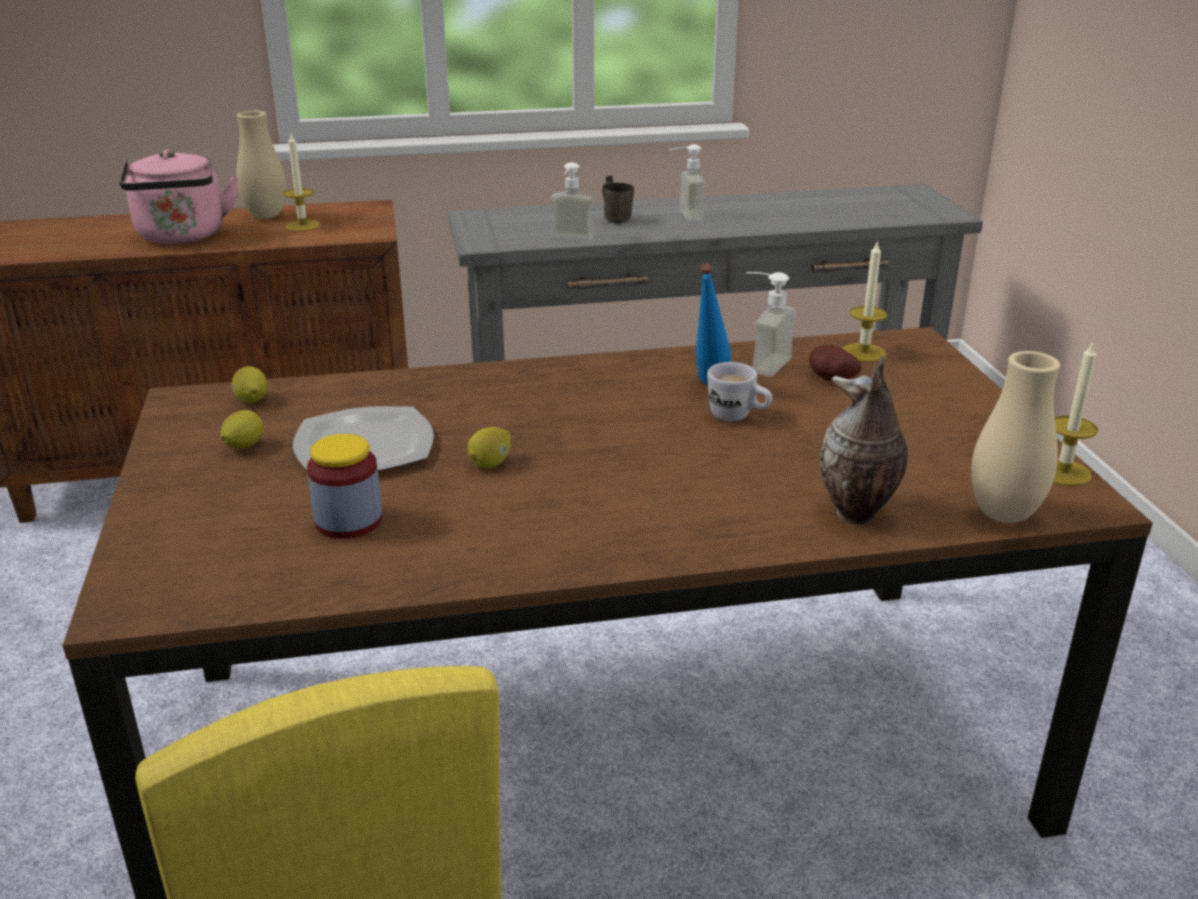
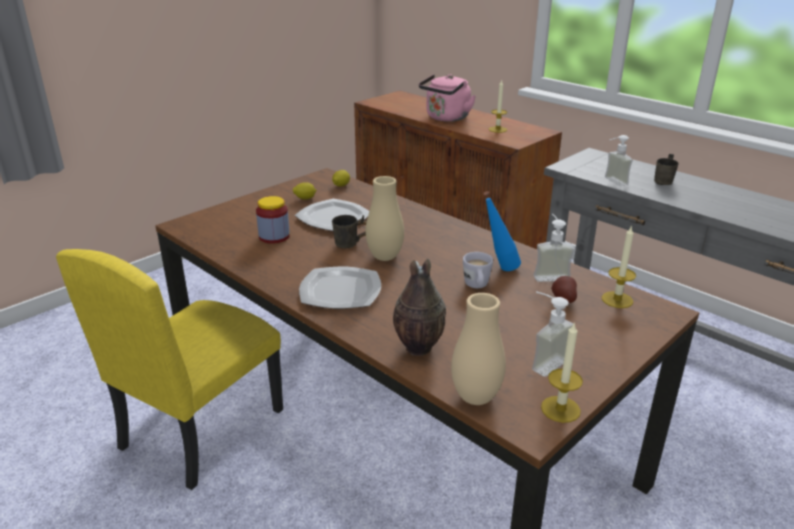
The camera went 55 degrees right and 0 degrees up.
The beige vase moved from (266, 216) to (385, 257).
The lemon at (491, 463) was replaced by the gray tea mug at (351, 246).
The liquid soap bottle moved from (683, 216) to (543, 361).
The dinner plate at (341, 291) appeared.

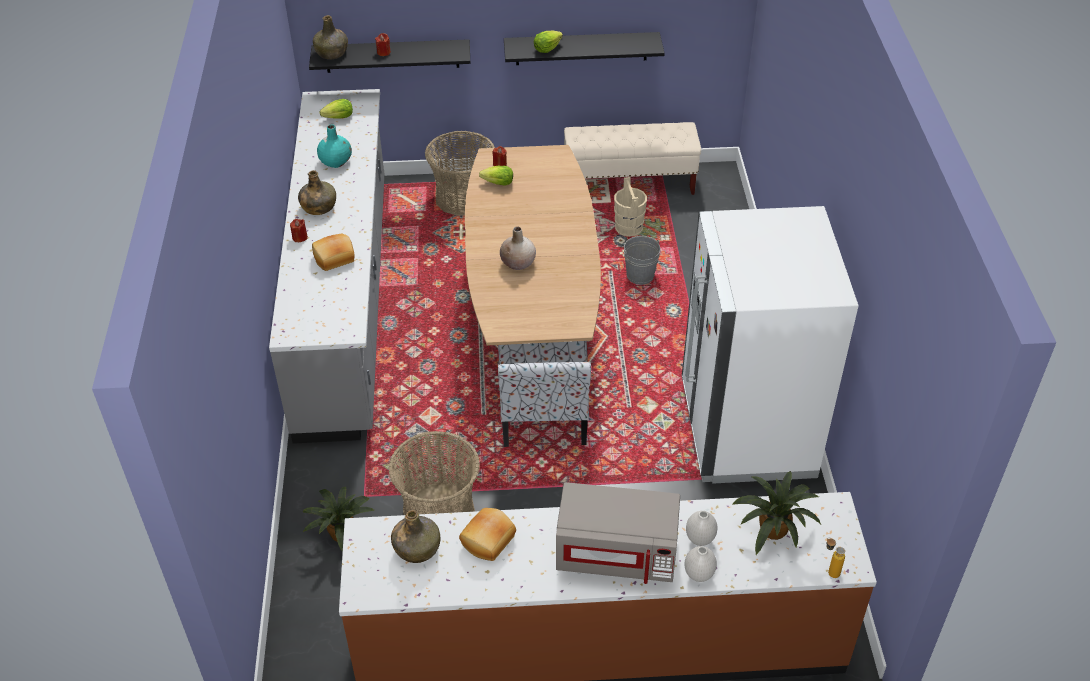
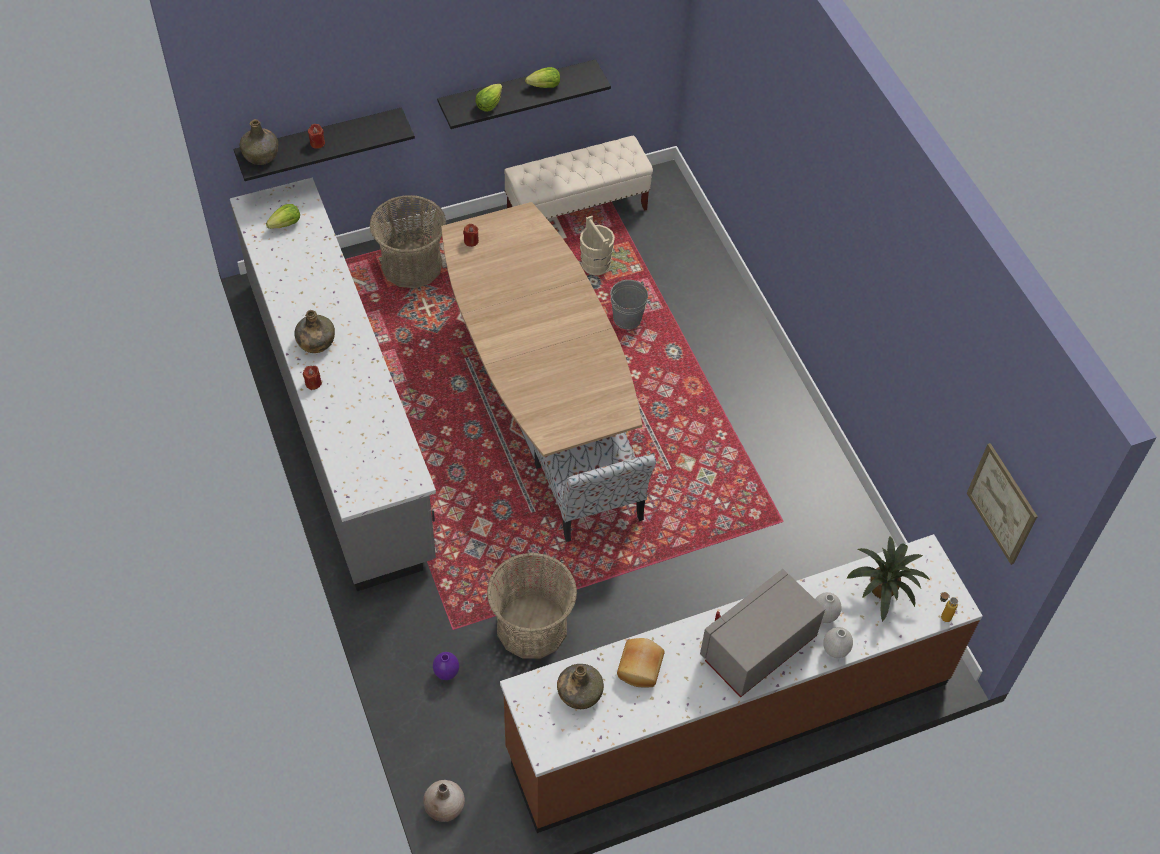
The camera went 20 degrees left and 10 degrees up.
The potted plant at (340, 533) was replaced by the purple-coloured vase at (446, 673).
The bakery bread at (334, 258) disappeared.
The turquoise-coloured vase at (336, 161) disappeared.
The head of lettuce moved from (498, 183) to (544, 86).
The beige vase moved from (518, 263) to (445, 807).
The gray kitchen microwave at (617, 553) turned 150 degrees clockwise.
The whitish refrigerator at (746, 429) disappeared.
The picture at (1002, 503) appeared.

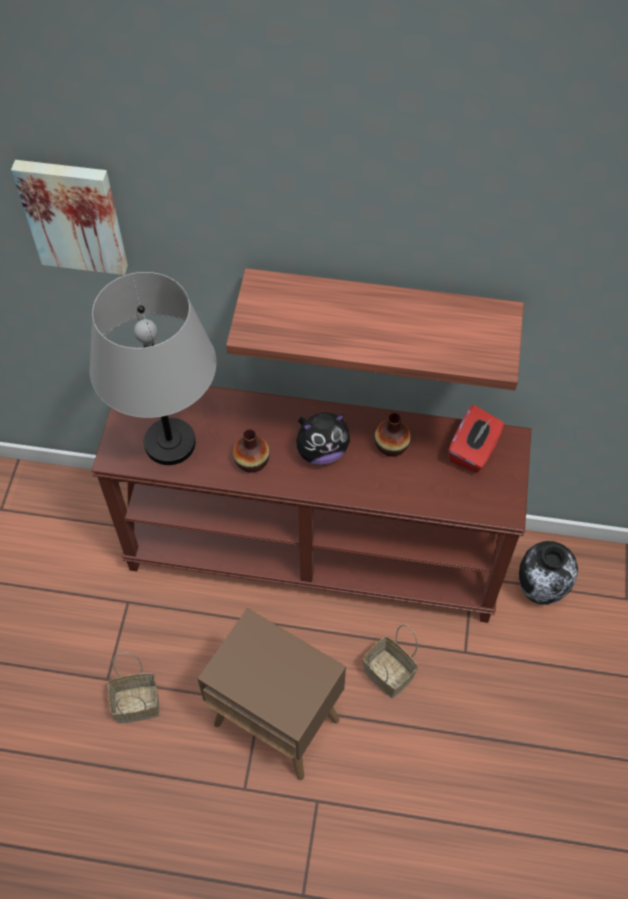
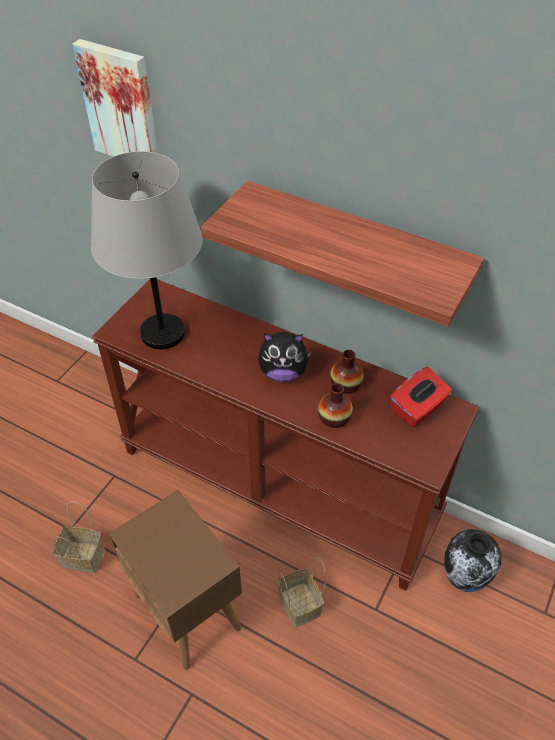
The camera went 20 degrees right and 10 degrees down.
The vase moved from (252, 461) to (334, 418).

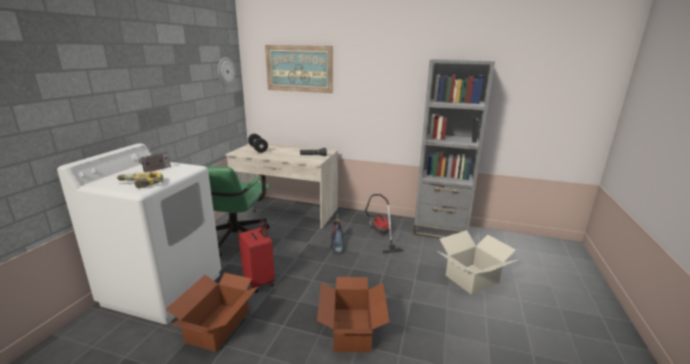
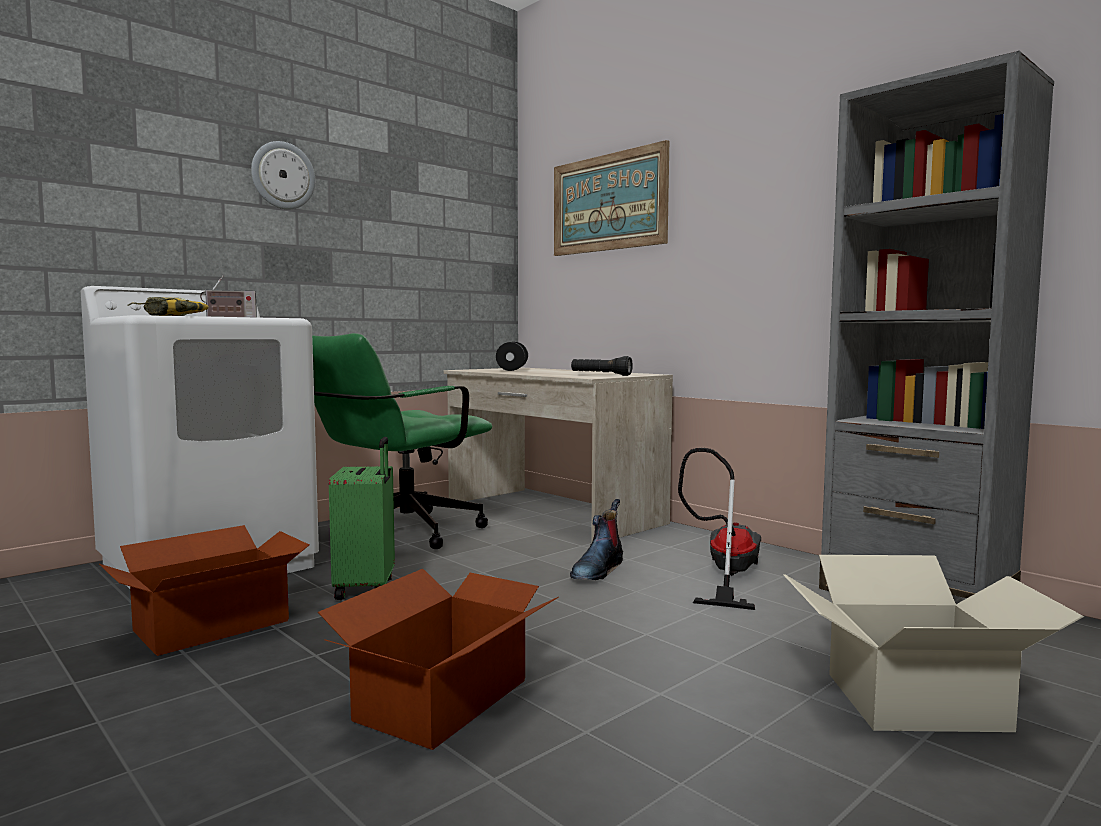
The camera went 30 degrees right and 15 degrees down.
The clock on the wall moved from (225, 71) to (283, 176).
The red-coloured piece of luggage at (260, 281) became the green-coloured piece of luggage at (367, 588).

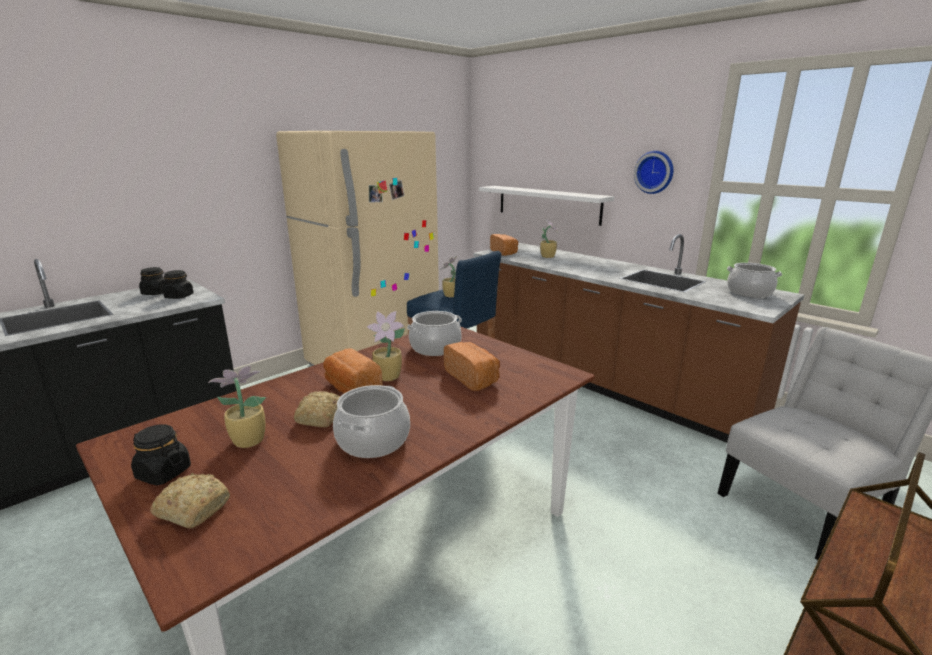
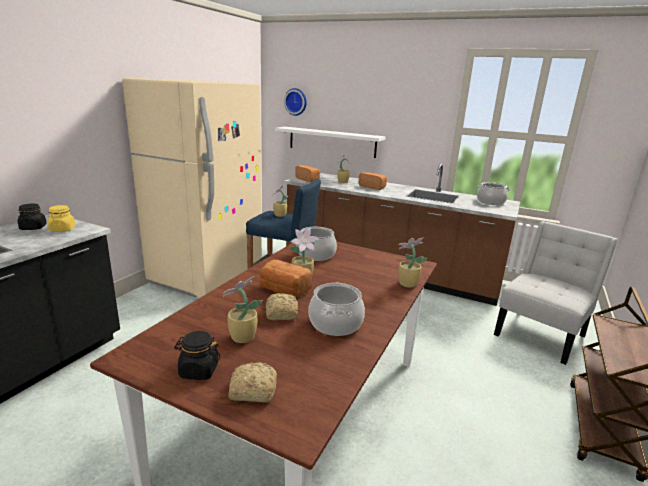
The camera went 20 degrees left and 0 degrees up.
The blackish jar at (179, 296) became the yellow-coloured jar at (62, 229).
The bakery bread moved from (472, 378) to (373, 187).
The clock on the wall moved from (654, 172) to (296, 102).
The potted plant at (406, 284) appeared.

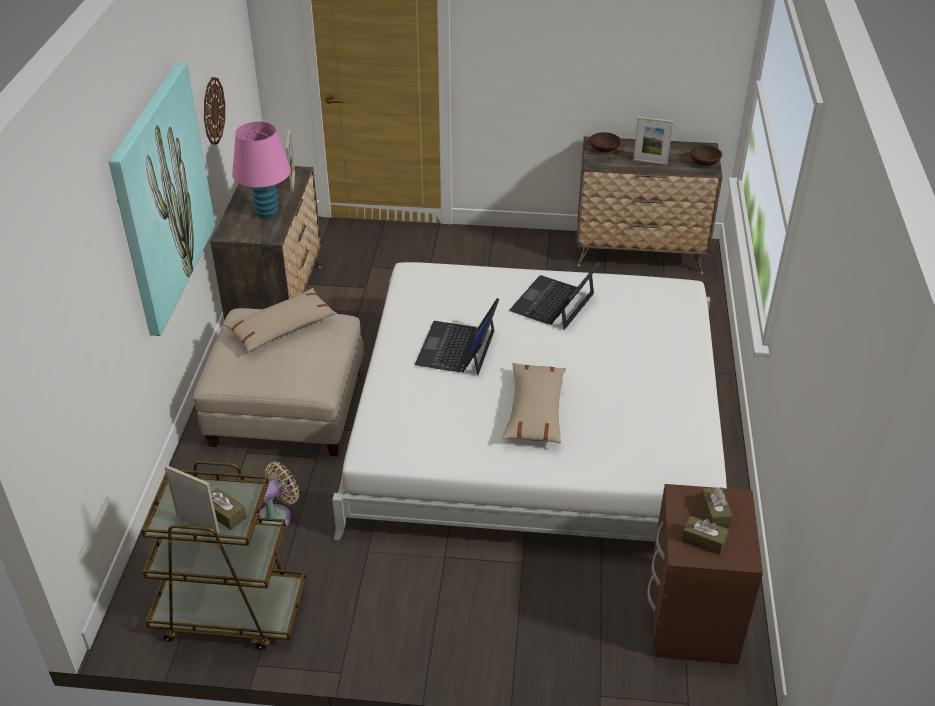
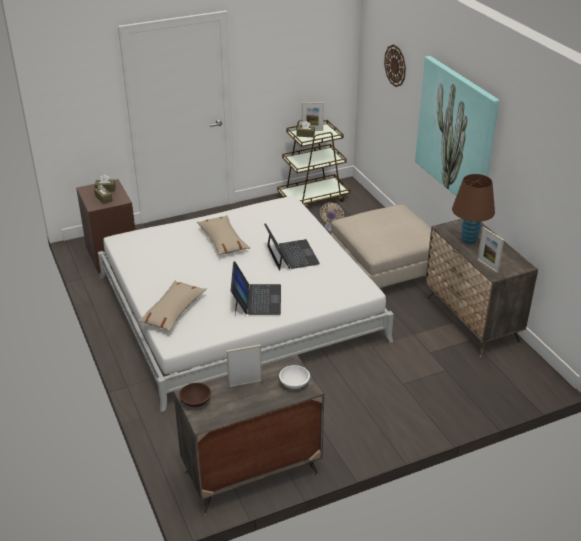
The camera went 150 degrees right and 5 degrees down.
The clock on the wall moved from (213, 111) to (395, 65).
The beige cushion moved from (282, 328) to (173, 311).
The pinkish table lamp at (267, 213) became the brown table lamp at (469, 240).
The brown bowl at (604, 149) became the whitish bowl at (293, 383).

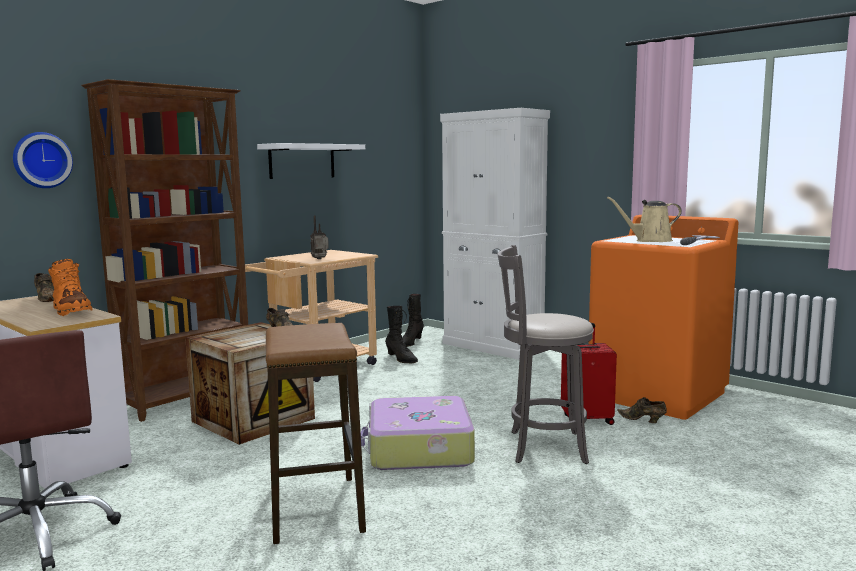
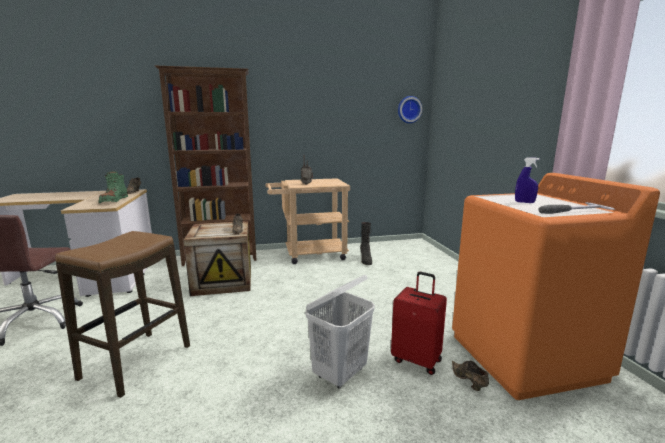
The camera went 35 degrees right and 5 degrees up.
The clock on the wall moved from (41, 160) to (409, 109).
The orangey boot at (71, 311) became the green-coloured boot at (114, 201).
The whitish wall shelf at (302, 161) disappeared.
The piece of luggage at (418, 449) disappeared.
The blackish boot at (410, 343) disappeared.
The whitish cabinet at (493, 346) disappeared.
The gray sitting stool at (542, 447) was replaced by the whitish laundry basket at (340, 373).
The beige watering pot at (650, 241) was replaced by the bluish spray bottle at (524, 202).

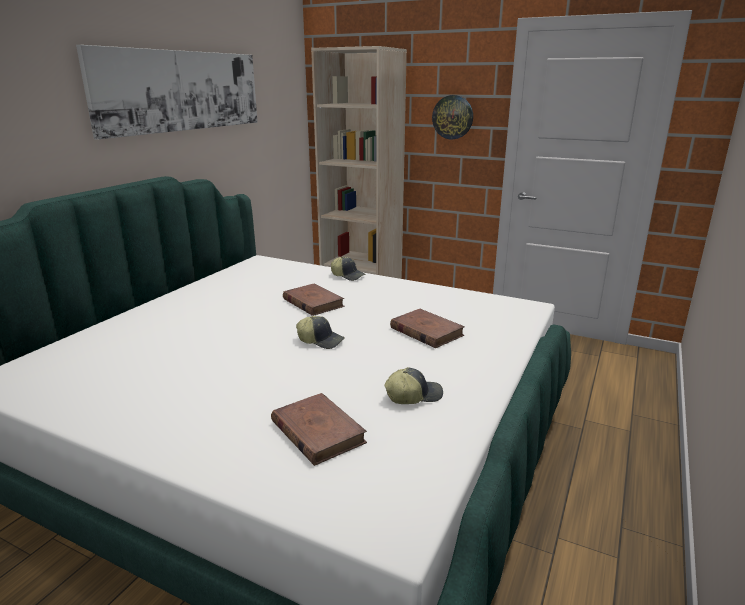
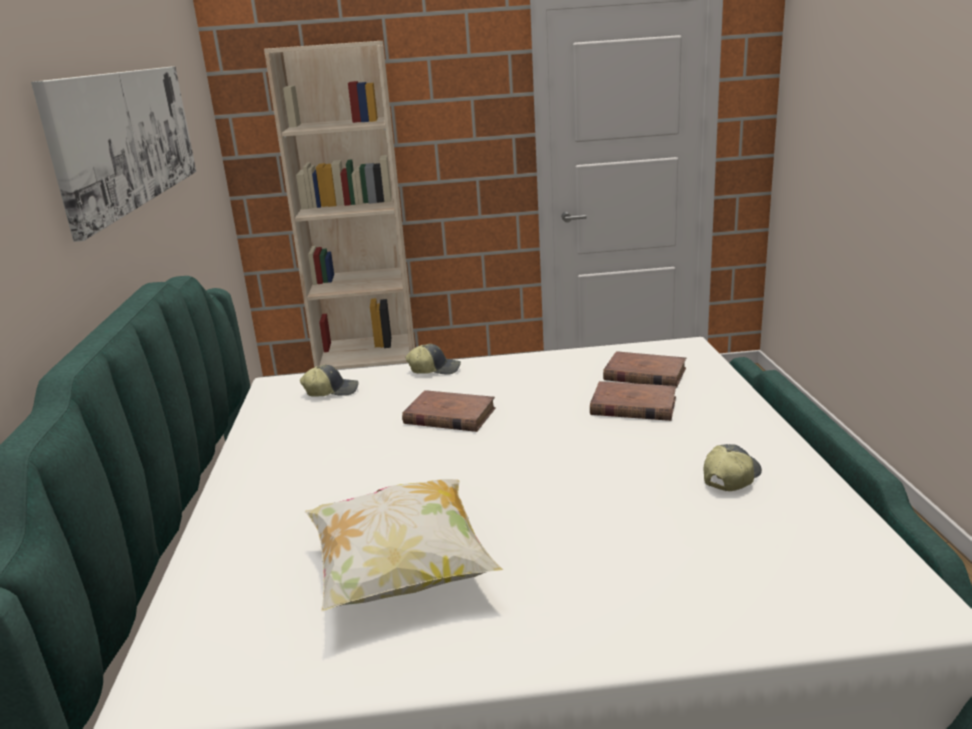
The camera went 30 degrees left and 0 degrees up.
The brown volume moved from (317, 432) to (644, 374).
The peaked cap moved from (321, 340) to (332, 391).
The clock on the wall at (452, 117) disappeared.
The cushion at (401, 574) appeared.

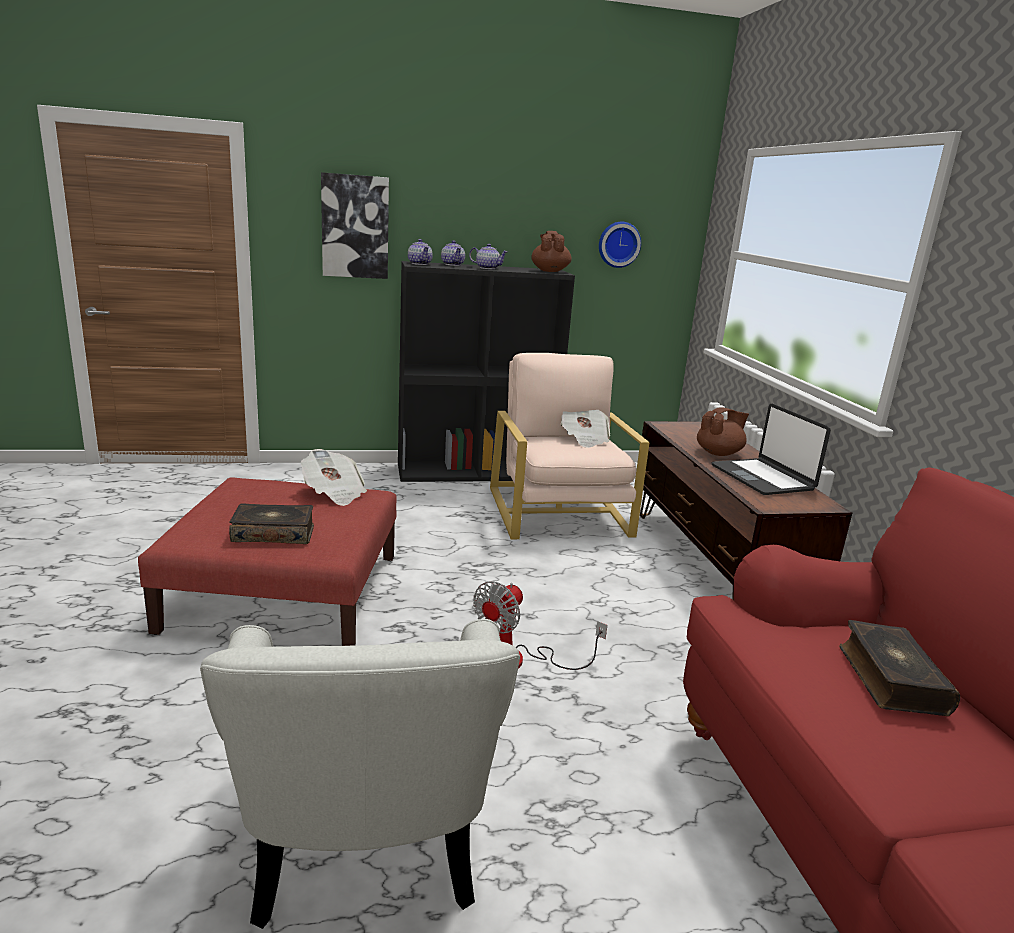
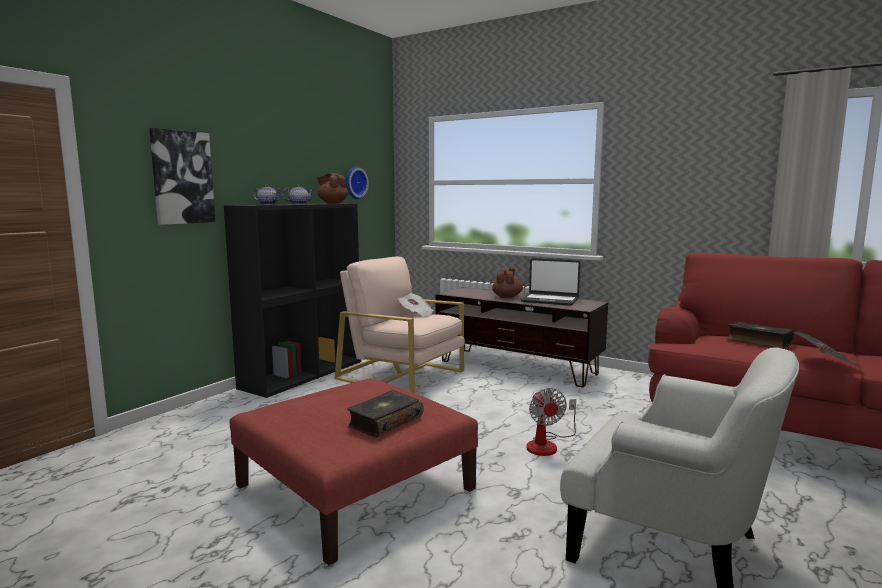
The camera went 45 degrees left and 10 degrees down.
The printed paper moved from (334, 493) to (825, 364).
The teapot at (420, 264) disappeared.

